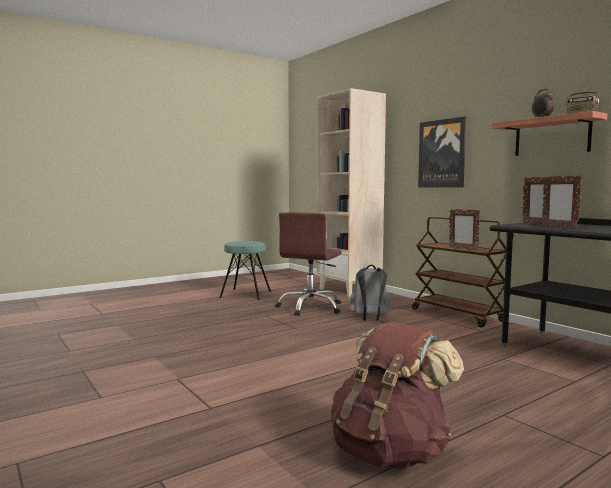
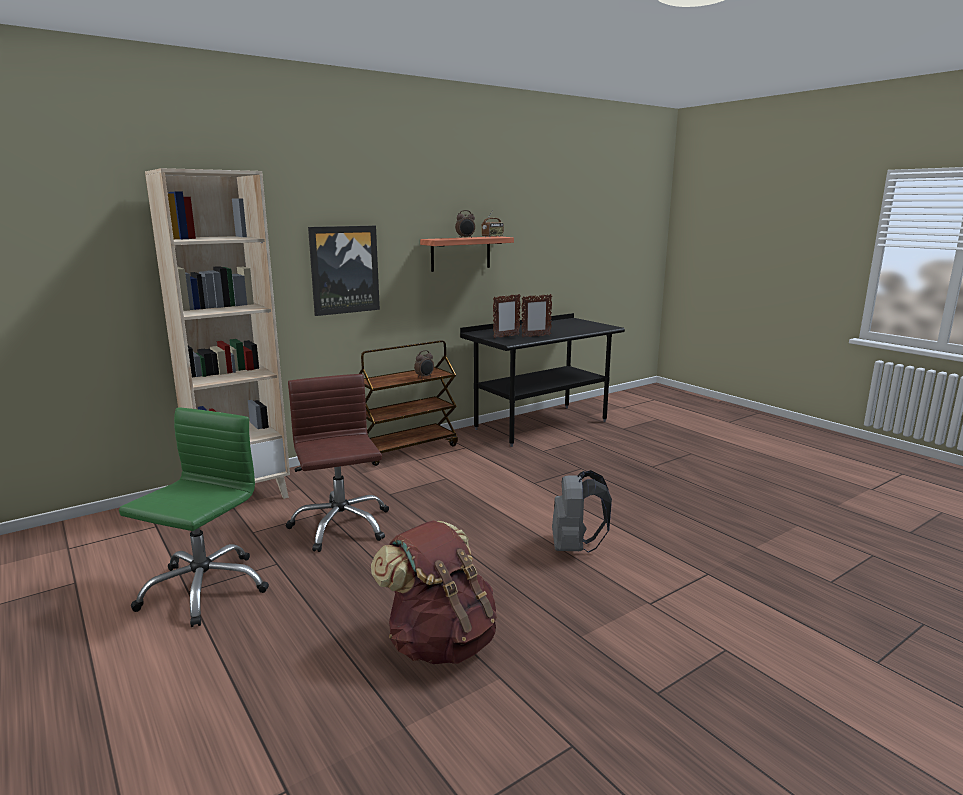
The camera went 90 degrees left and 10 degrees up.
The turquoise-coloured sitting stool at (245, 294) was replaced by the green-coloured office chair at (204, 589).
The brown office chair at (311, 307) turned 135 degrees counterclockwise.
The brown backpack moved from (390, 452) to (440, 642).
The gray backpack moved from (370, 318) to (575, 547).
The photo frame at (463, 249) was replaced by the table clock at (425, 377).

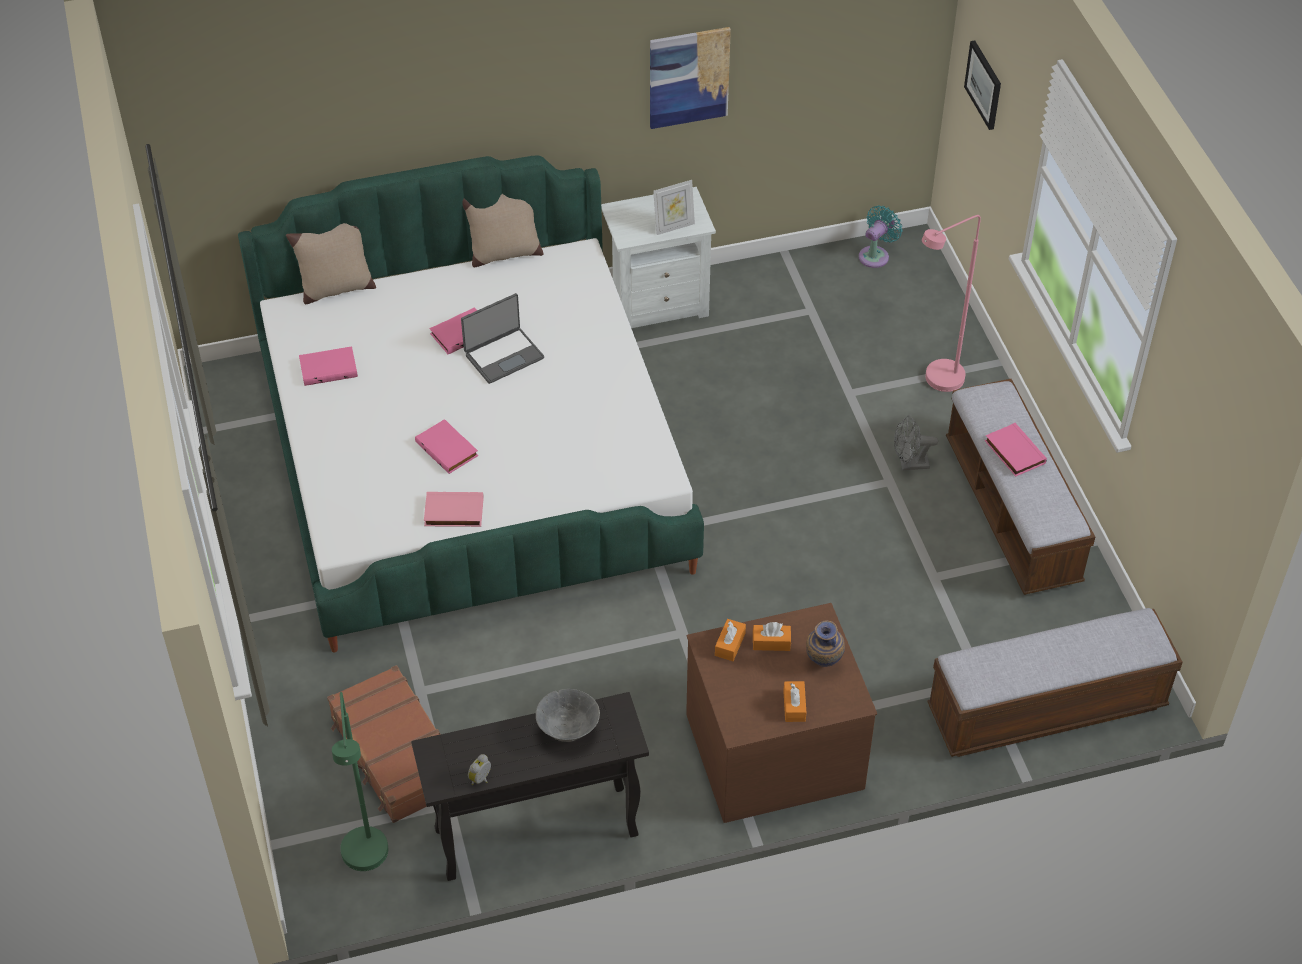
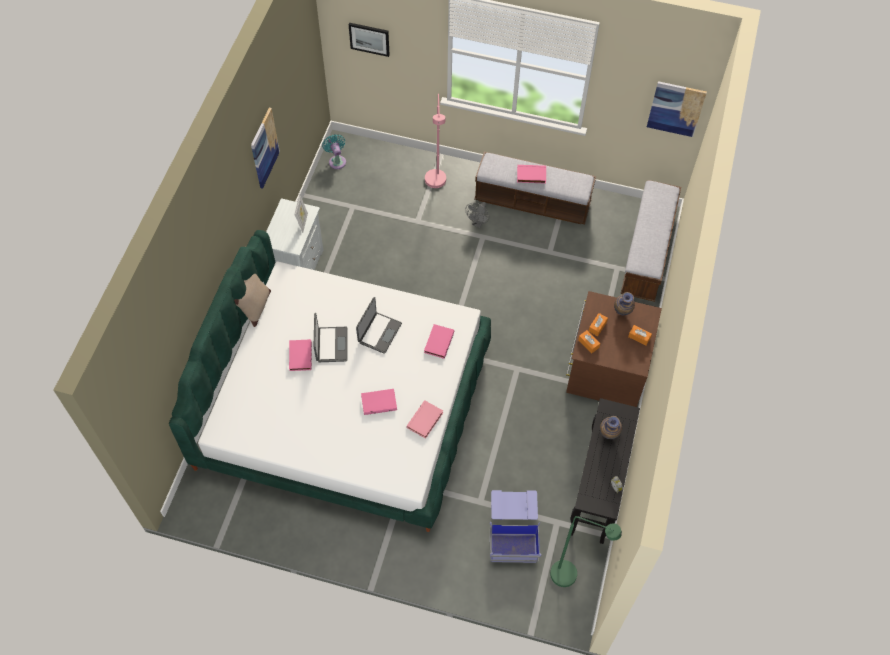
The camera went 60 degrees left and 10 degrees up.
The beige cushion at (336, 289) disappeared.
The pinkish volume moved from (329, 368) to (438, 342).
The brown piece of luggage at (395, 754) was replaced by the bluish storage box at (513, 532).
The gray bowl at (567, 730) was replaced by the vase at (608, 435).
The notebook computer at (379, 332) appeared.
The picture at (676, 108) appeared.

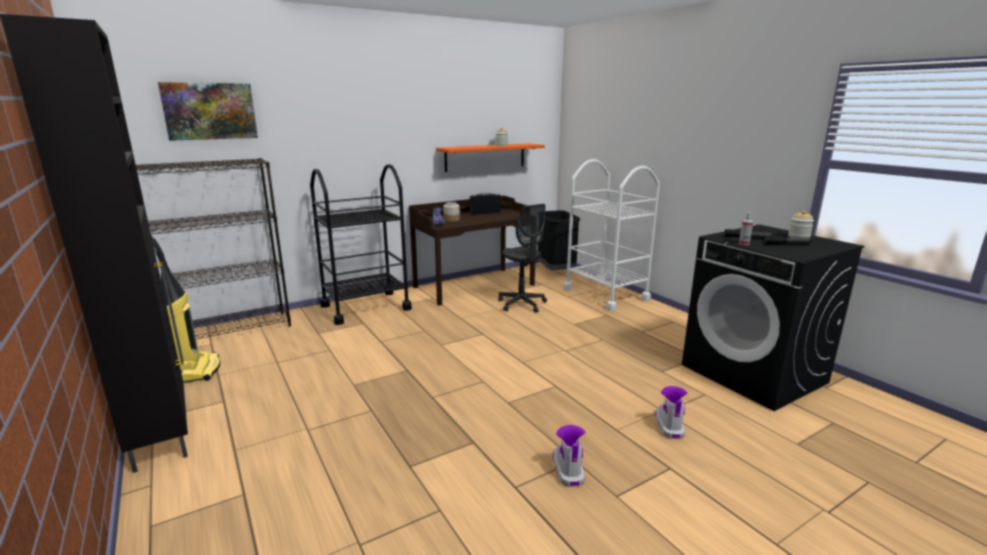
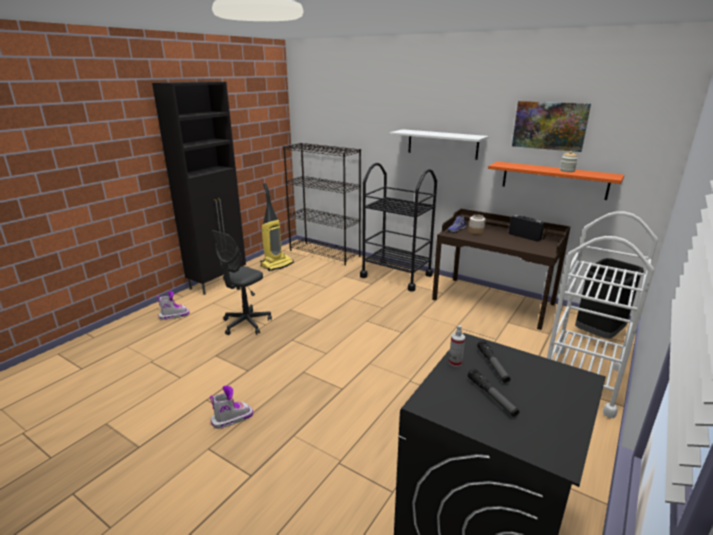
The camera went 65 degrees right and 5 degrees up.
The picture moved from (210, 111) to (549, 125).
The gray office chair moved from (522, 304) to (246, 324).
The boot moved from (668, 425) to (174, 315).
The jar at (798, 237) disappeared.
The whitish wall shelf at (442, 144) appeared.

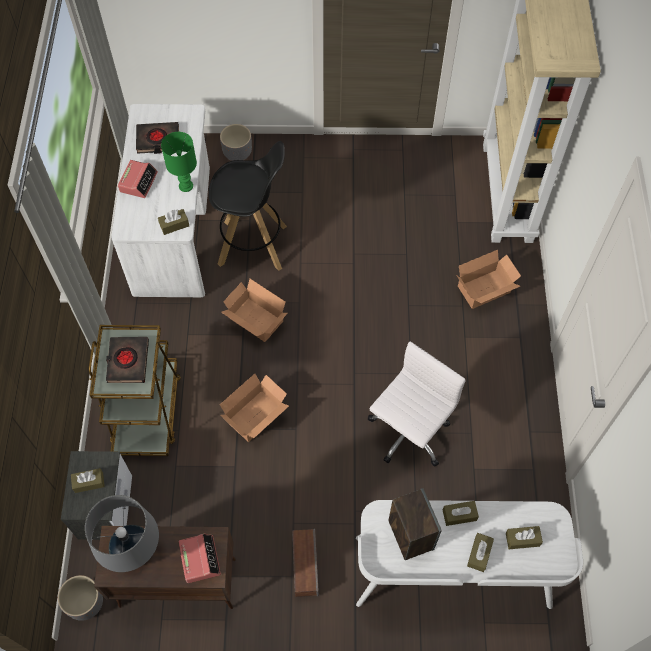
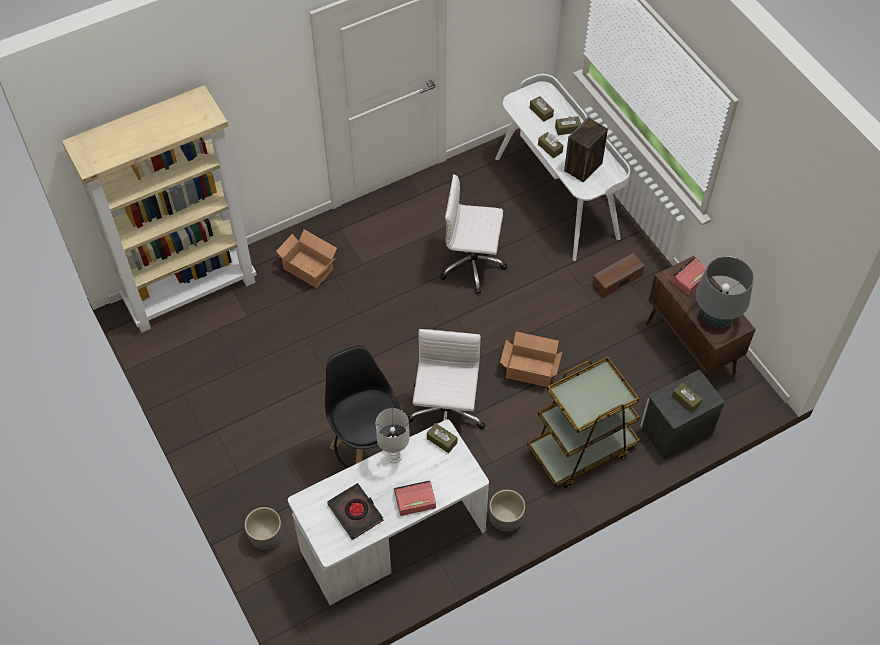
The camera went 120 degrees left and 5 degrees down.
The gray planter moved from (85, 603) to (506, 519).
The blackish volume at (127, 361) disappeared.
The green-coloured table lamp at (185, 186) became the whitish table lamp at (395, 456).
The carton at (256, 322) was replaced by the whitish office chair at (445, 415).

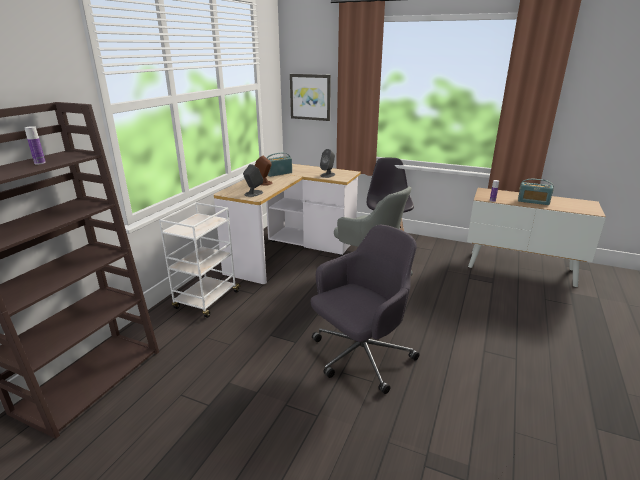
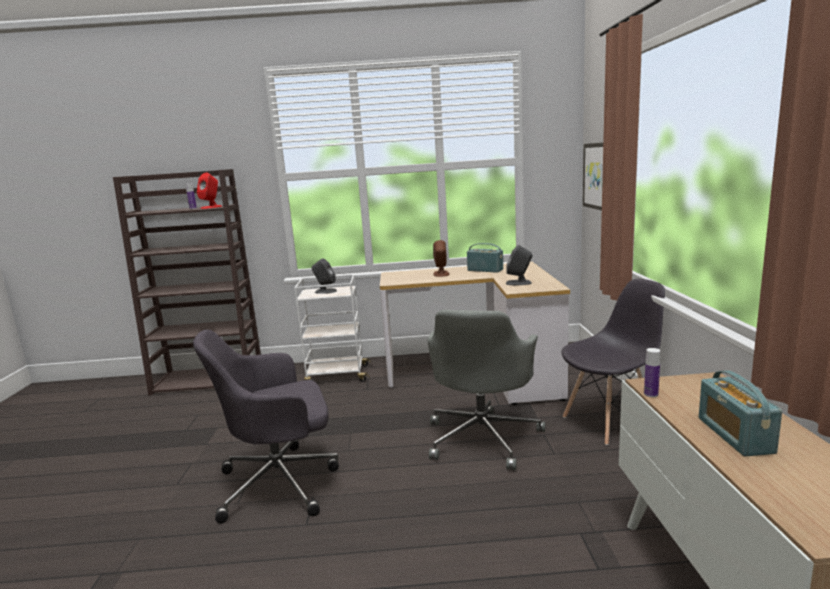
The camera went 65 degrees right and 10 degrees down.
The gray loudspeaker moved from (253, 193) to (325, 291).
The gray office chair at (360, 356) turned 135 degrees clockwise.
The red-coloured loudspeaker at (211, 207) appeared.

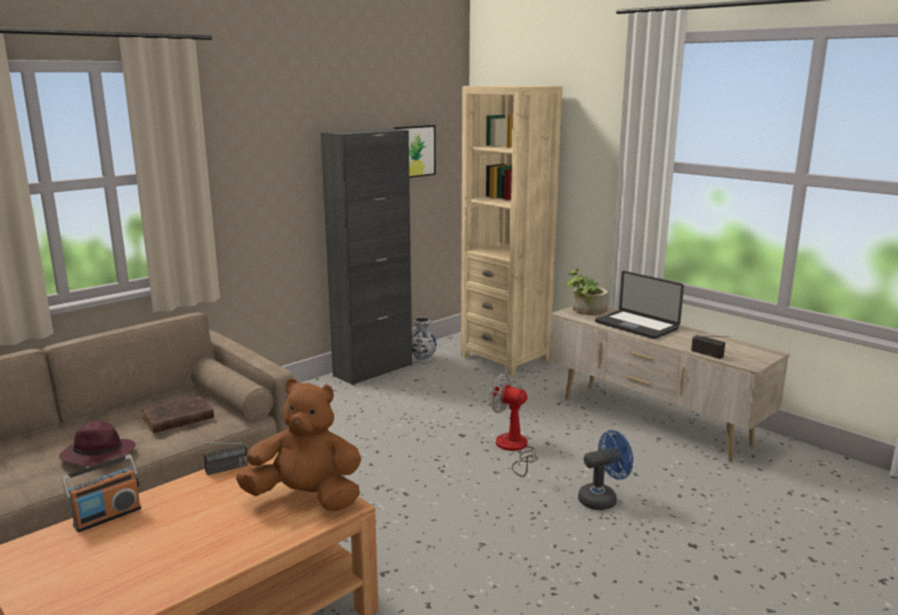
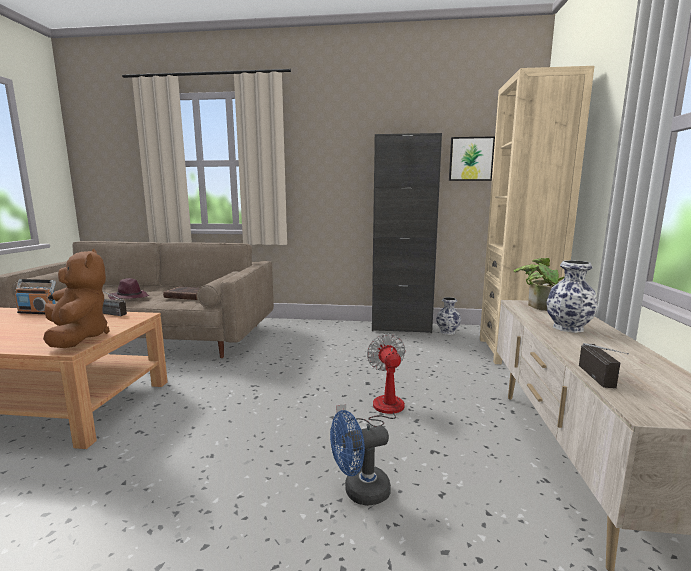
The camera went 50 degrees right and 5 degrees down.
The bluish cooling fan at (602, 499) turned 135 degrees clockwise.
The notebook computer at (636, 326) was replaced by the vase at (569, 328).

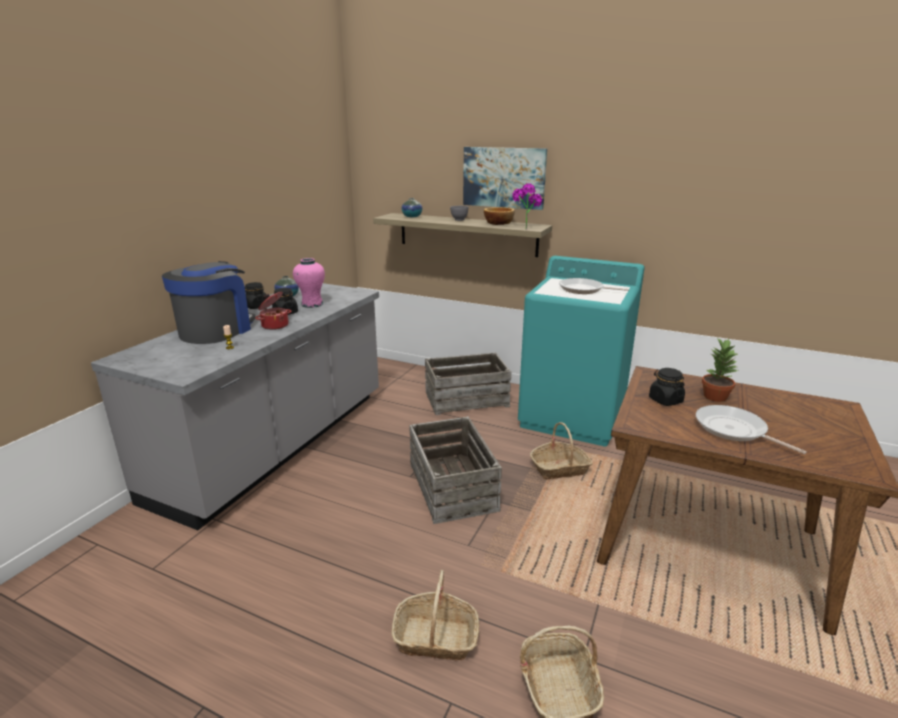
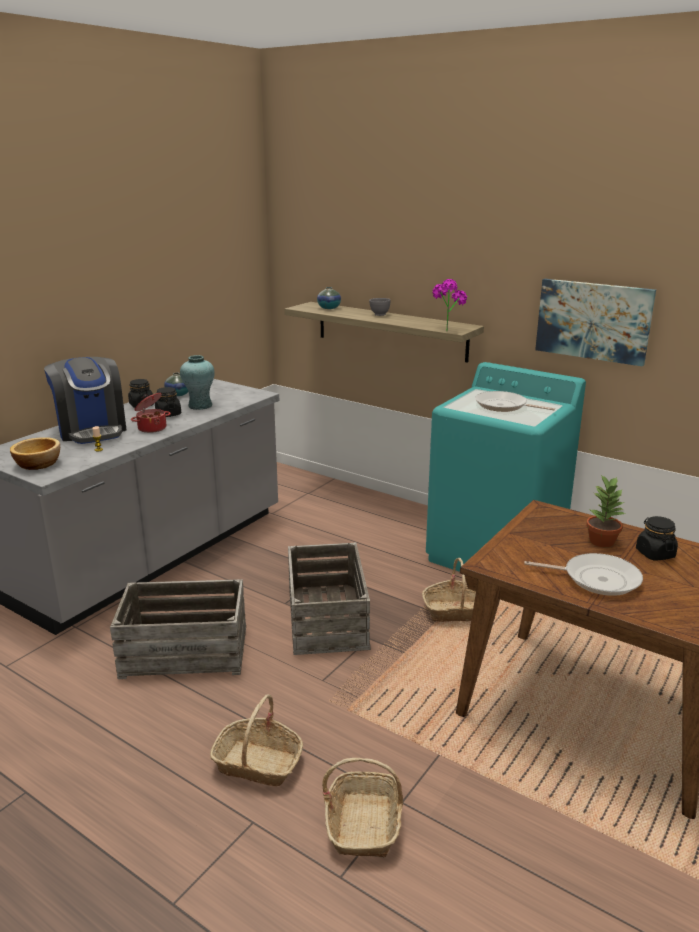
The camera went 10 degrees right and 0 degrees up.
The coffee maker at (216, 330) turned 120 degrees clockwise.
The pinkish vase at (312, 304) became the turquoise-coloured vase at (200, 406).
The crate moved from (466, 399) to (185, 650).
The picture moved from (504, 177) to (593, 320).
The bowl moved from (498, 223) to (38, 464).
The blackish jar moved from (665, 400) to (654, 553).
The pan at (734, 430) turned 135 degrees clockwise.

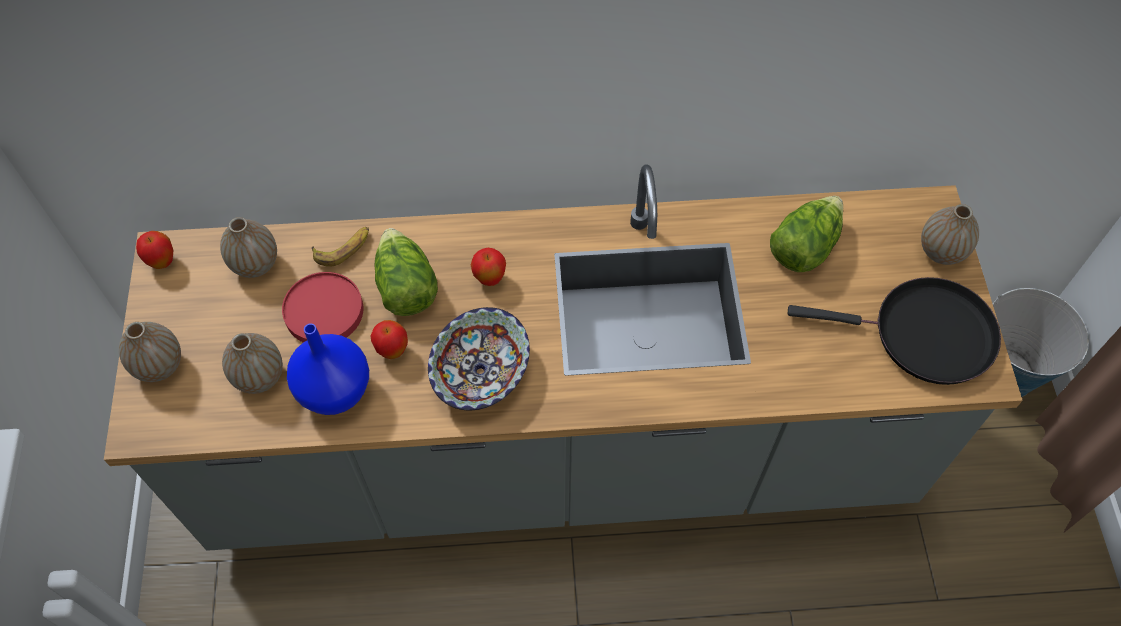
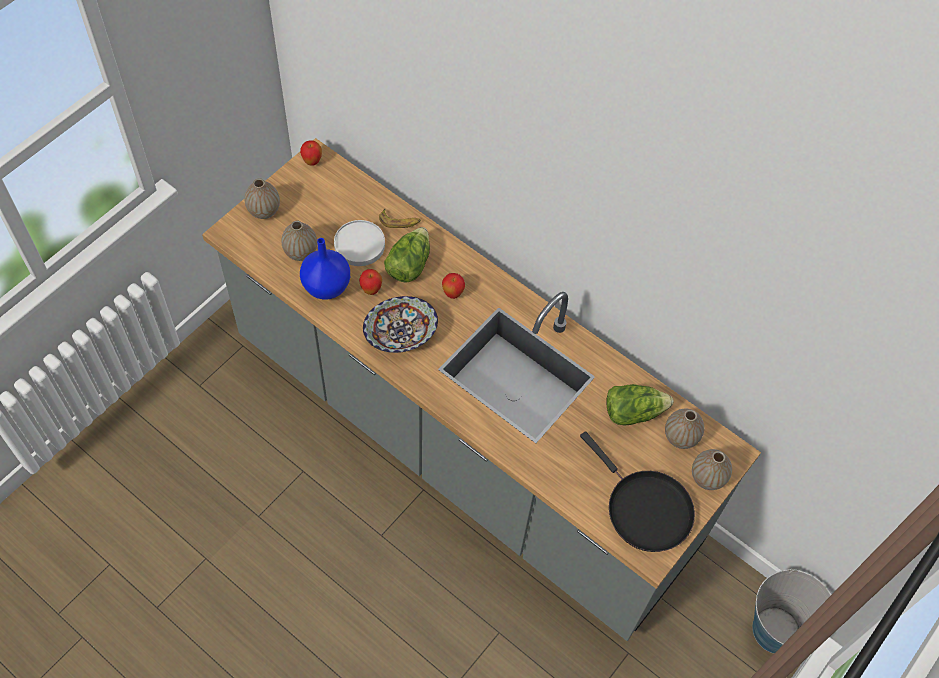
The camera went 40 degrees right and 0 degrees up.
The vase moved from (255, 264) to (680, 437).
The red-coloured dinner plate at (323, 311) became the whitish dinner plate at (359, 244).

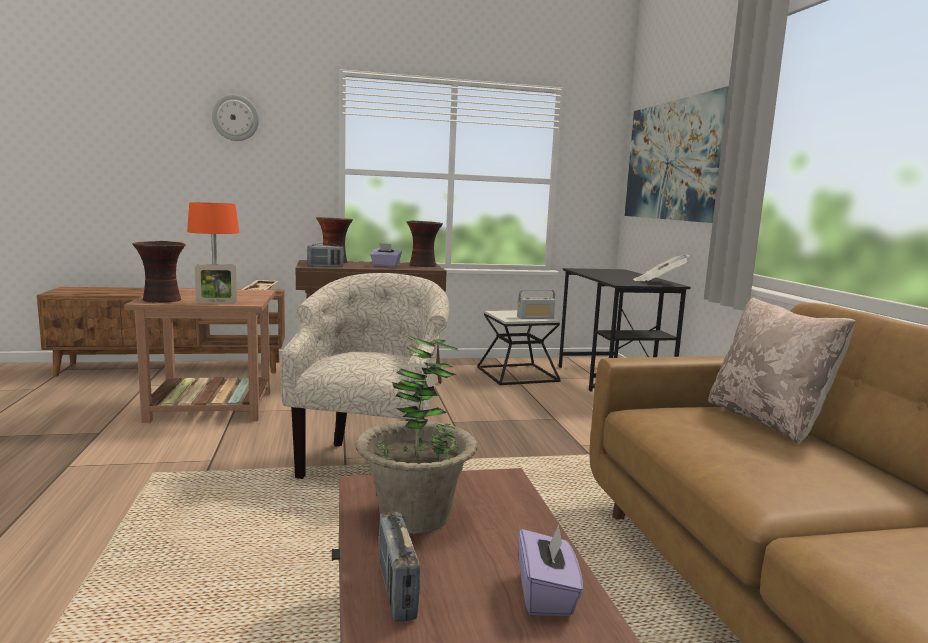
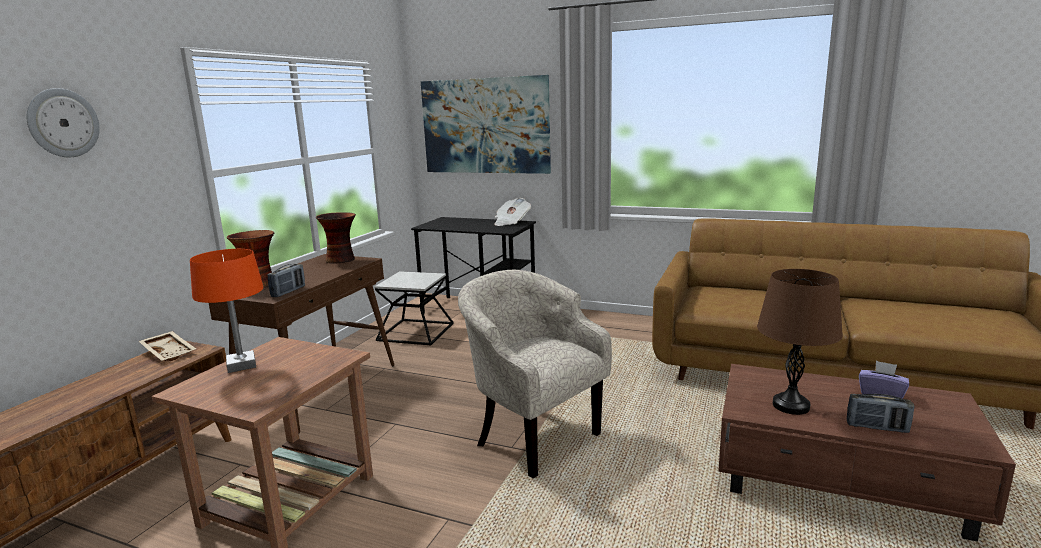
The camera went 55 degrees left and 5 degrees up.
The vase at (162, 300) disappeared.
The photo frame at (216, 302) disappeared.
The potted plant at (415, 516) was replaced by the brown table lamp at (791, 406).
The purple-coloured tissue box at (385, 265) disappeared.
The radio at (535, 318) disappeared.
The beige cushion at (768, 420) disappeared.

